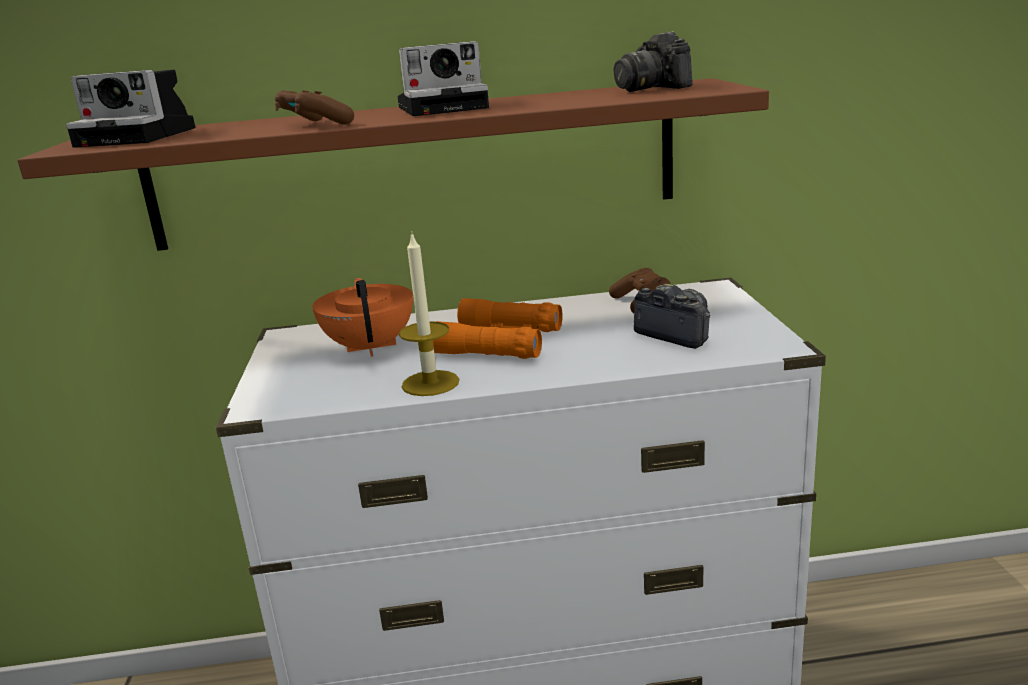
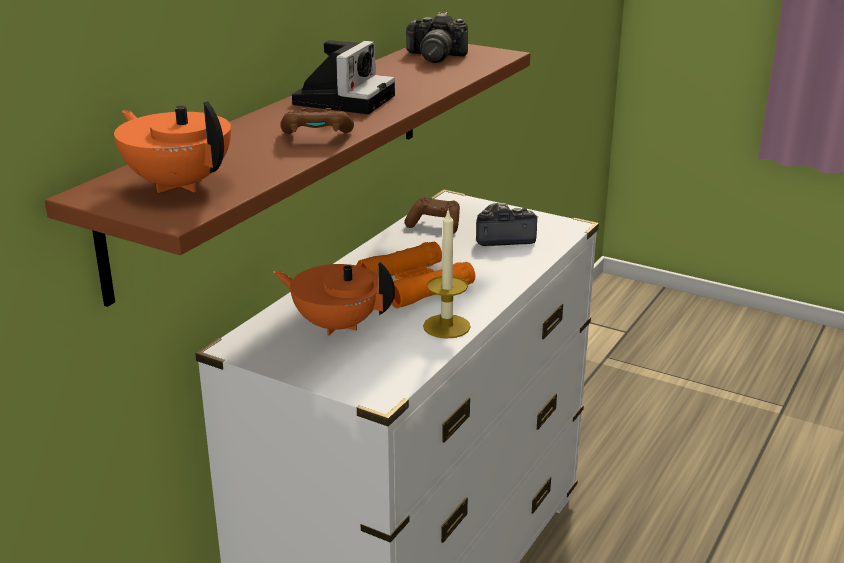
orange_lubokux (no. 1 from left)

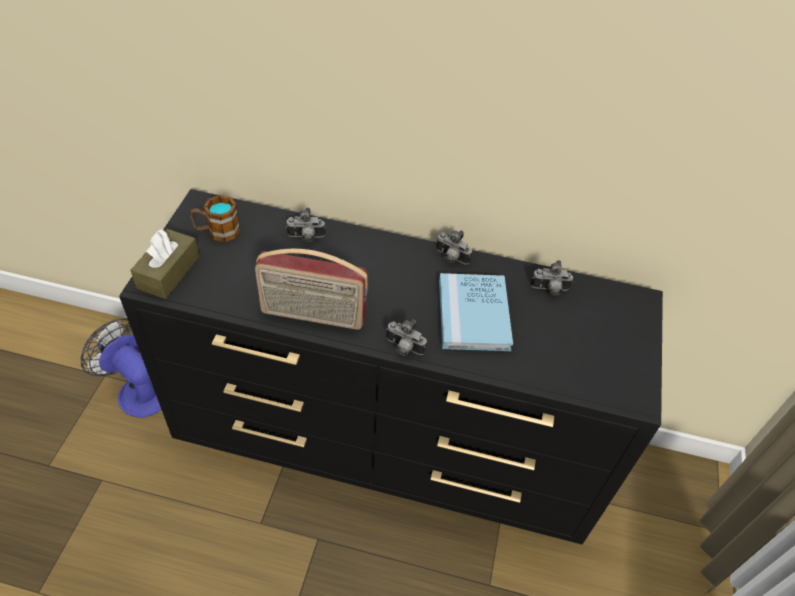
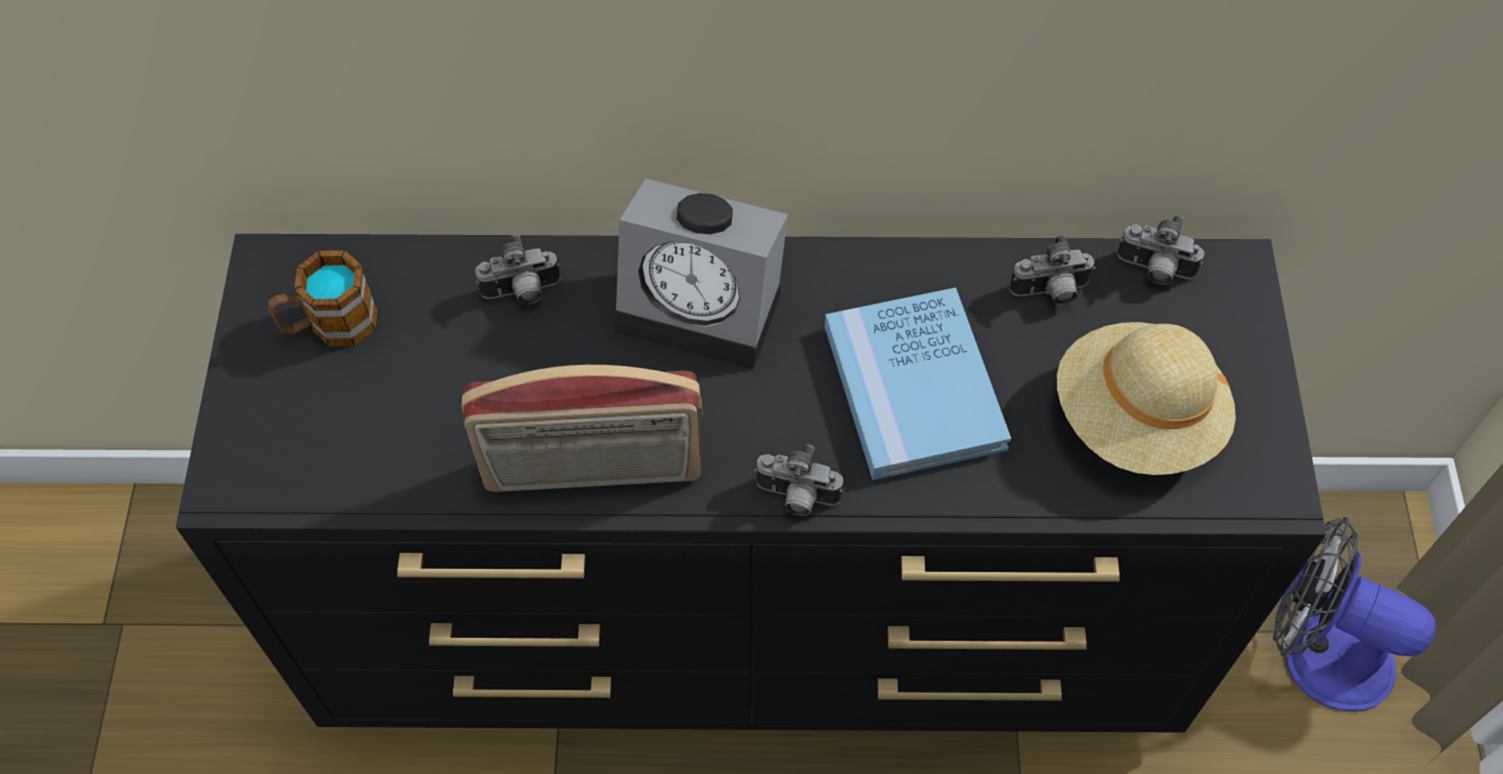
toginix
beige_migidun
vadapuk (no. 4 from left)
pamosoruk
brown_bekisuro

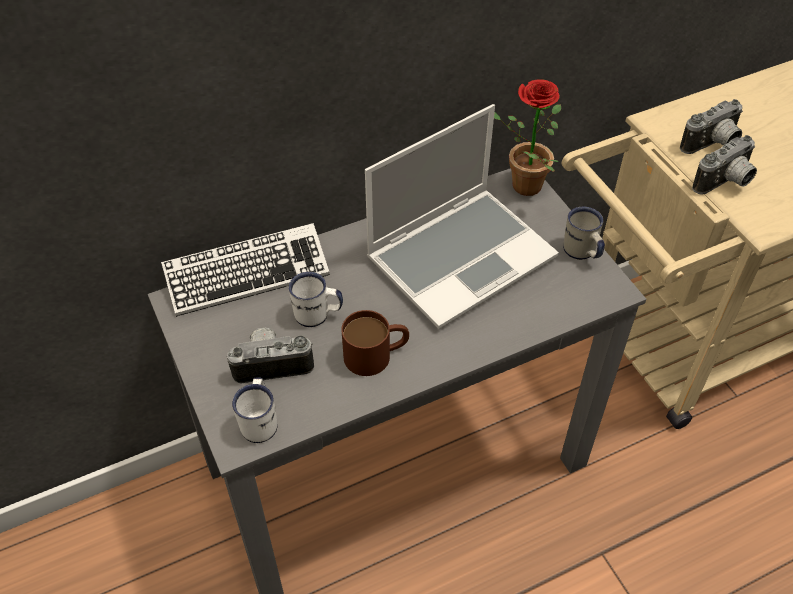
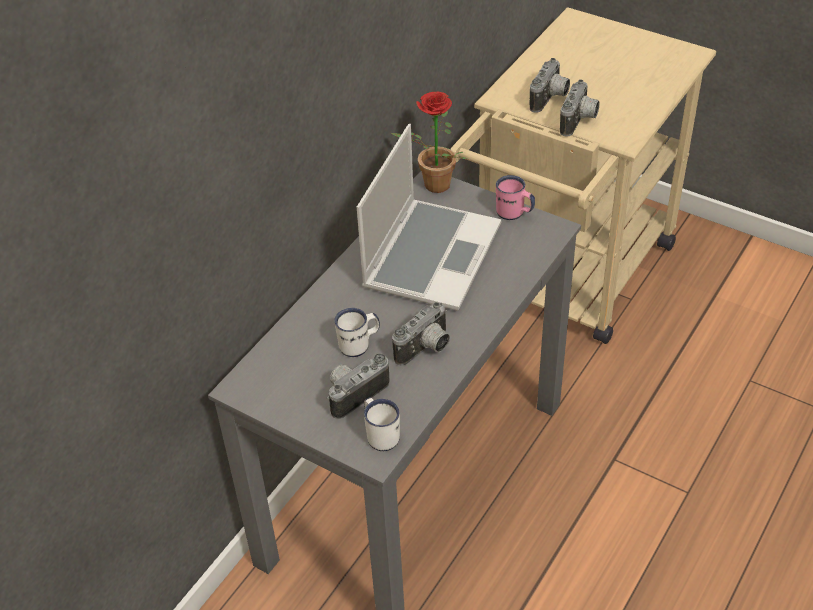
vadapuk (no. 2 from left)
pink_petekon
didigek

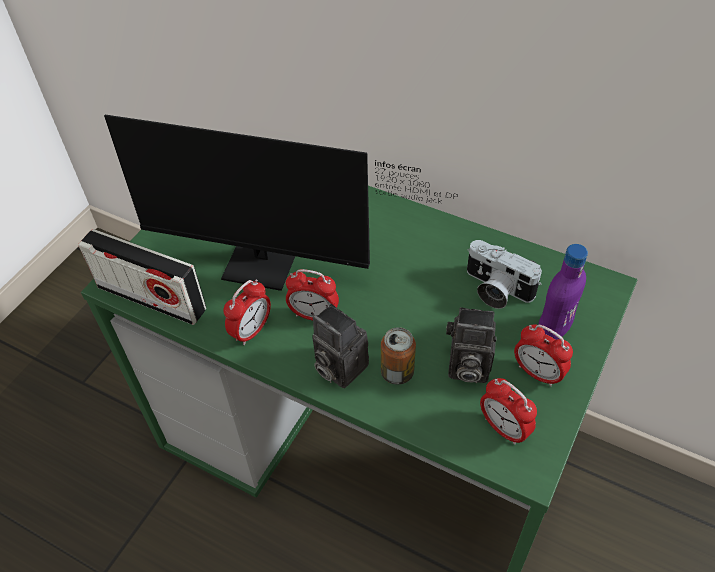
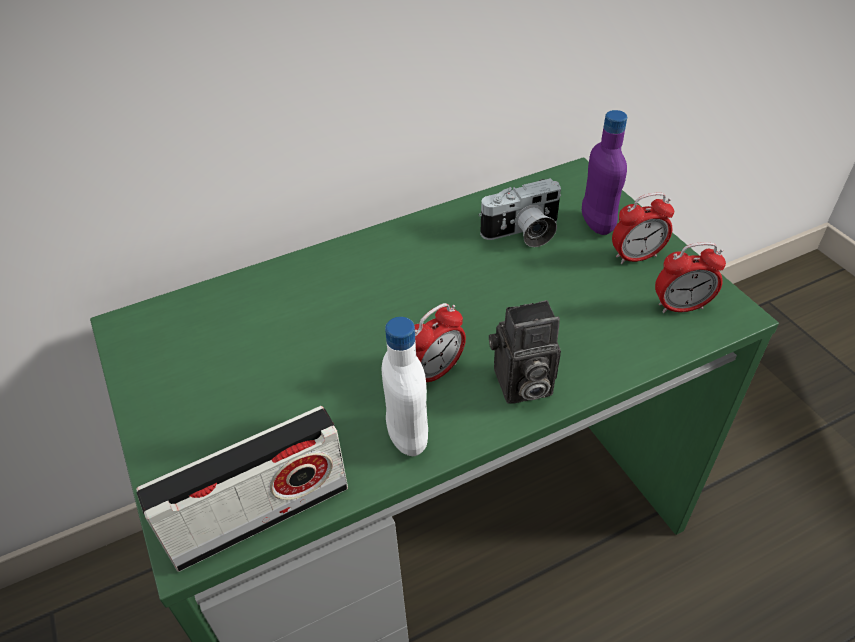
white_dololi
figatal
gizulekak
vadapuk (no. 2 from left in the first image)

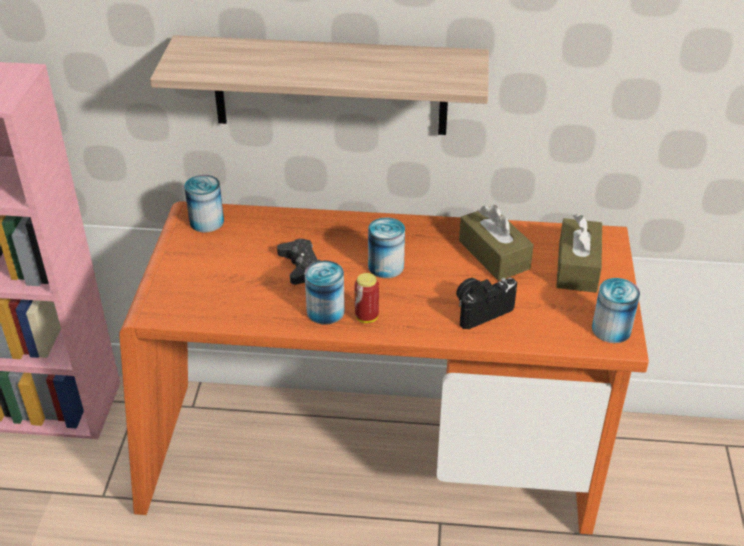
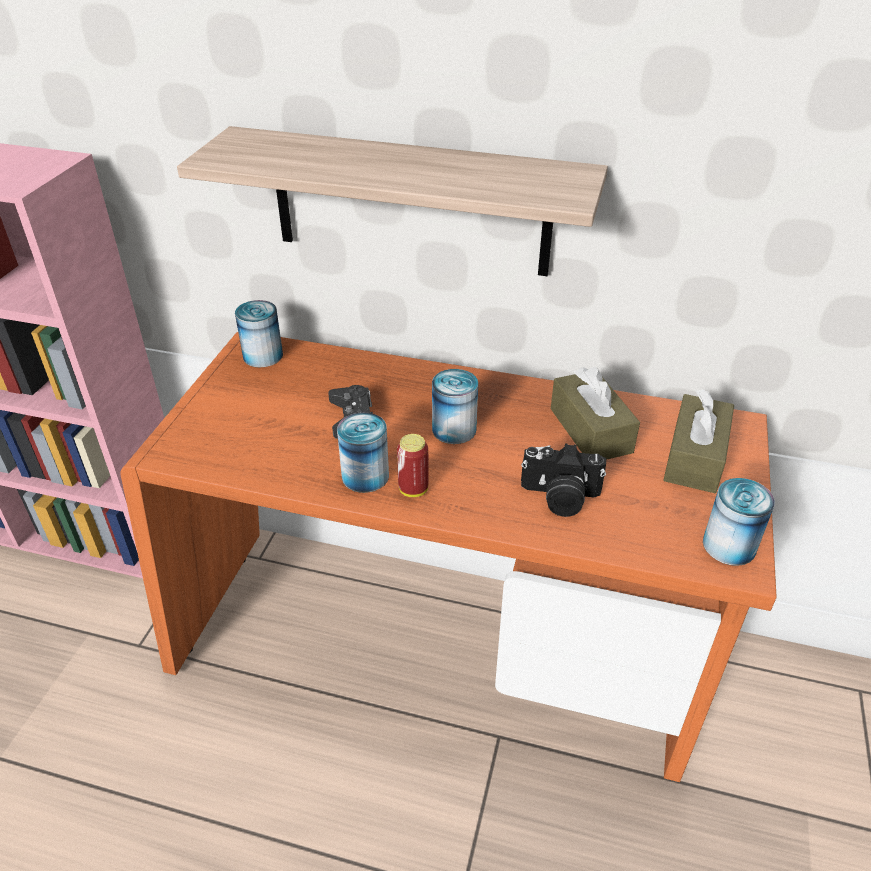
vadapuk

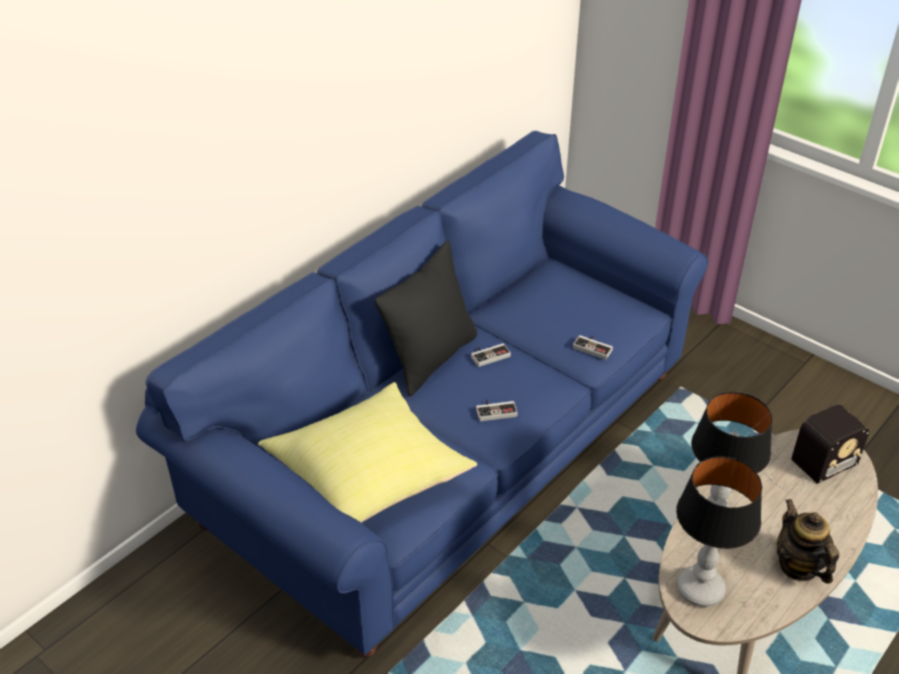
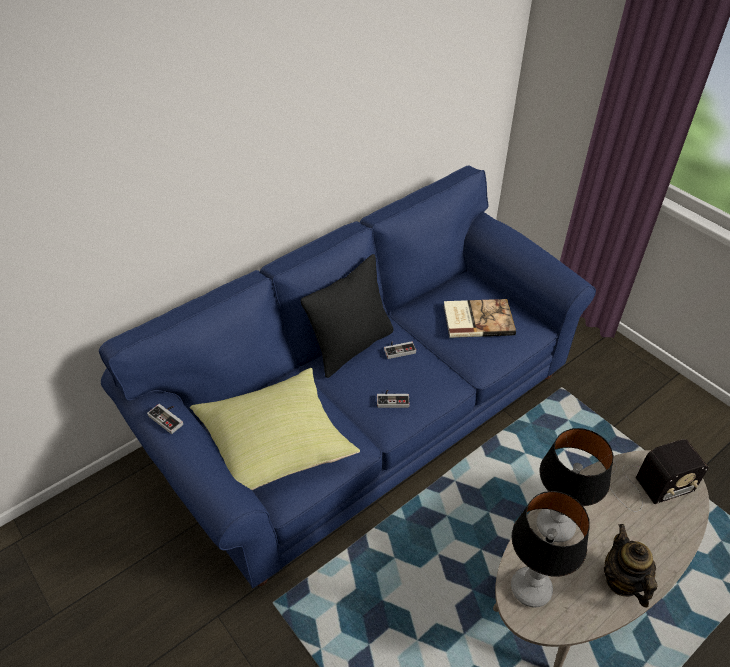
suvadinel (no. 1 from left)
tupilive

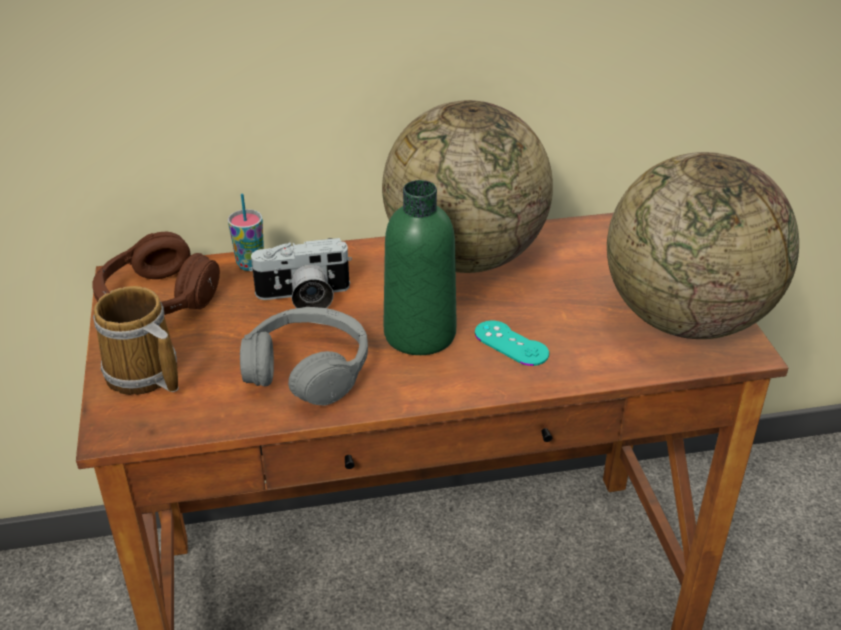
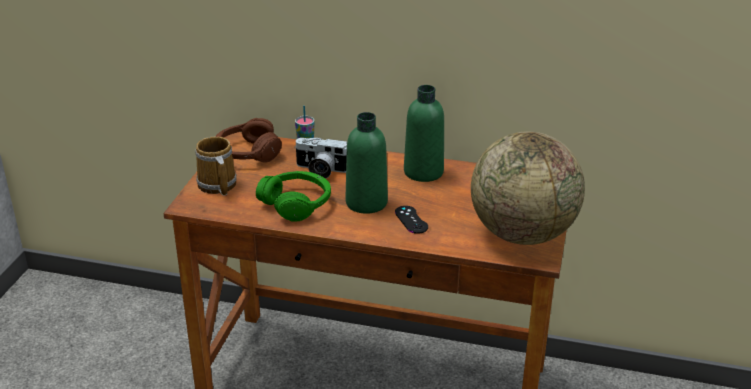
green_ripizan
black_suvadinel
green_dololi (no. 2 from left)

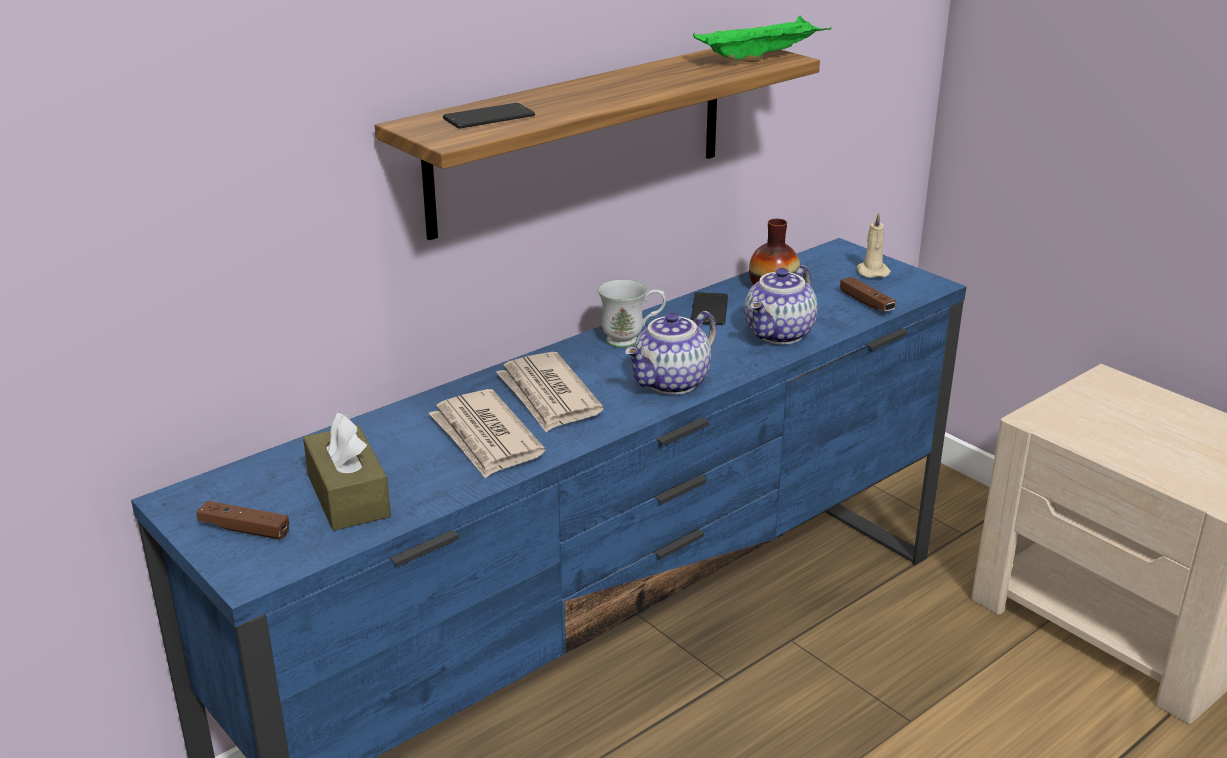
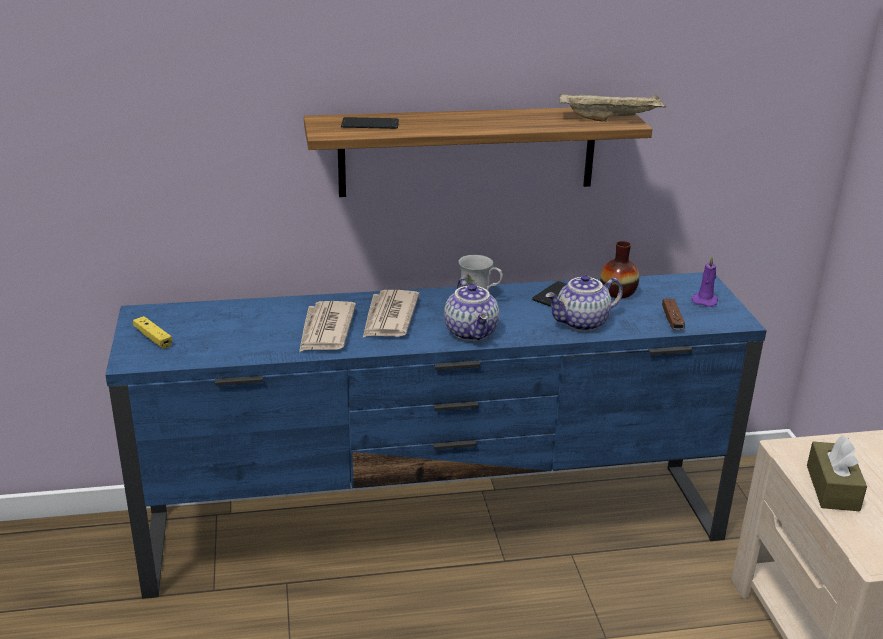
yellow_suvadinel
lubokux (no. 1 from left)
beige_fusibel
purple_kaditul
brown_bekisuro

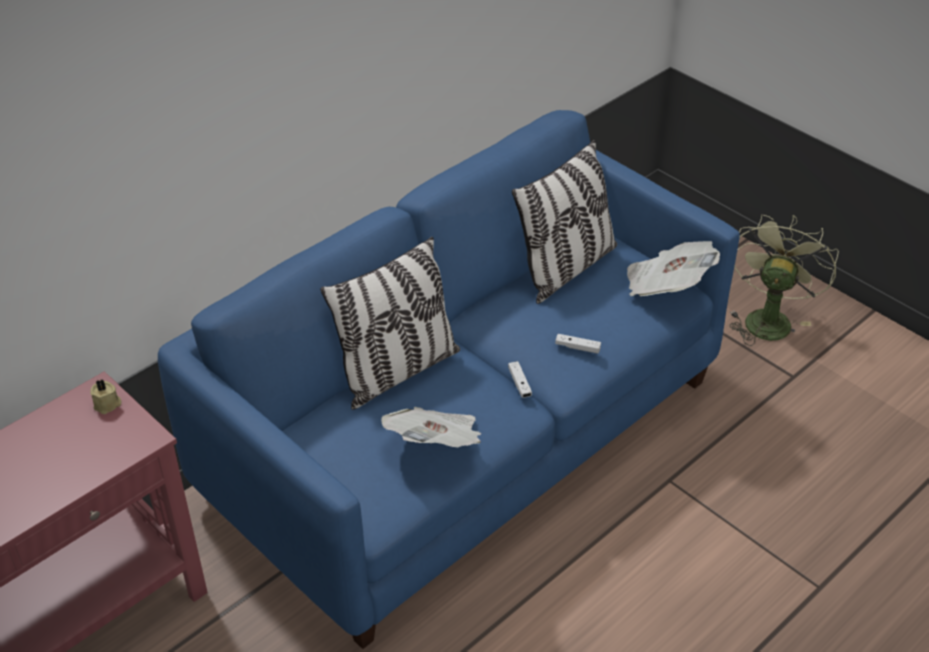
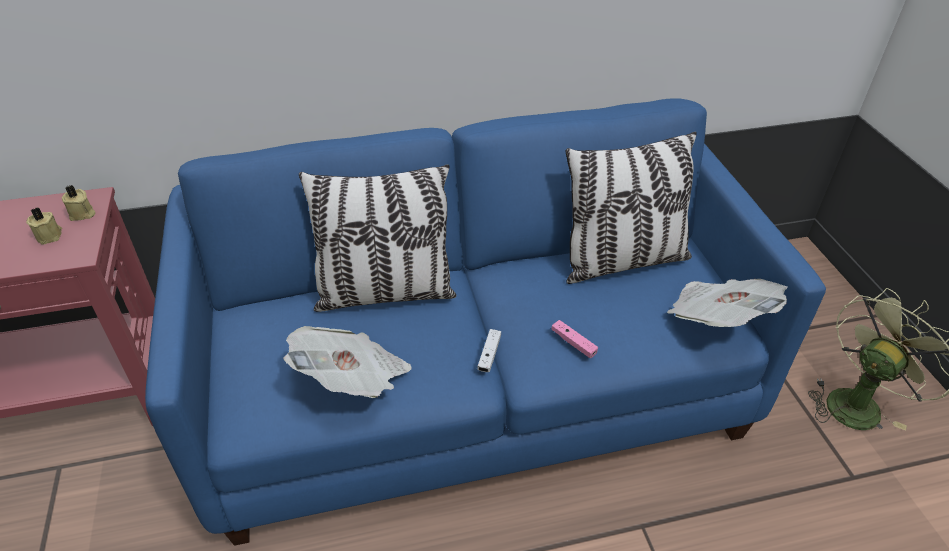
beige_kaditul (no. 1 from left)
pink_suvadinel

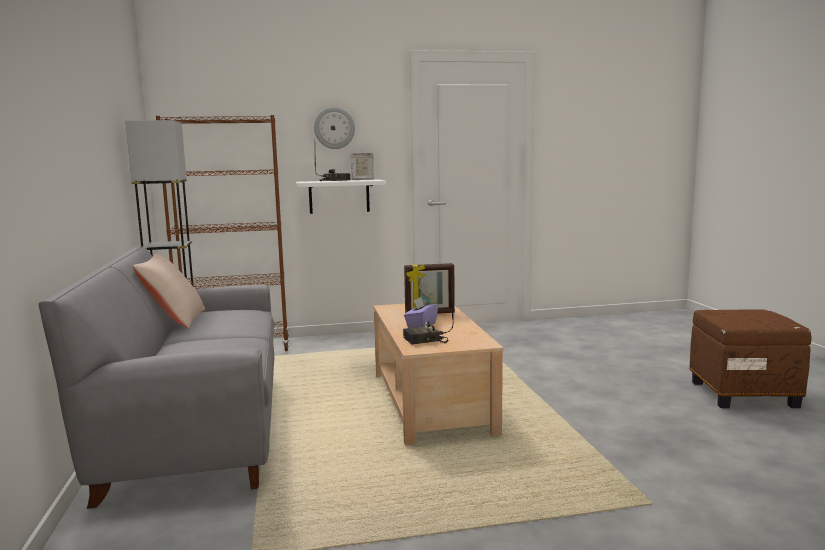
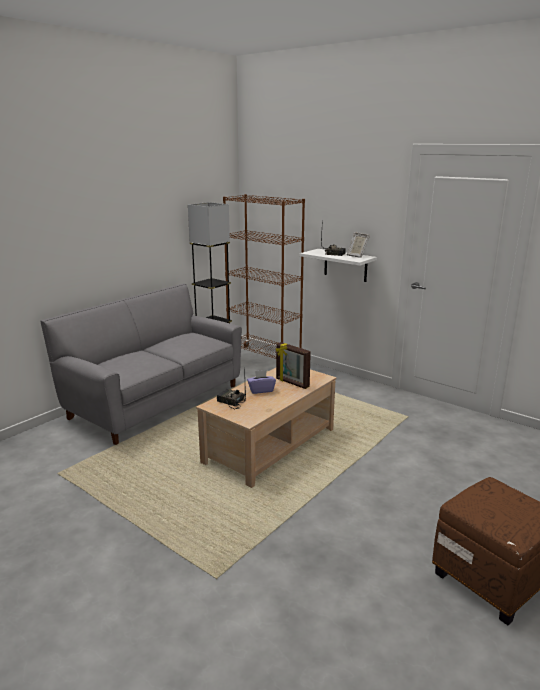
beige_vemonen
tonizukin

